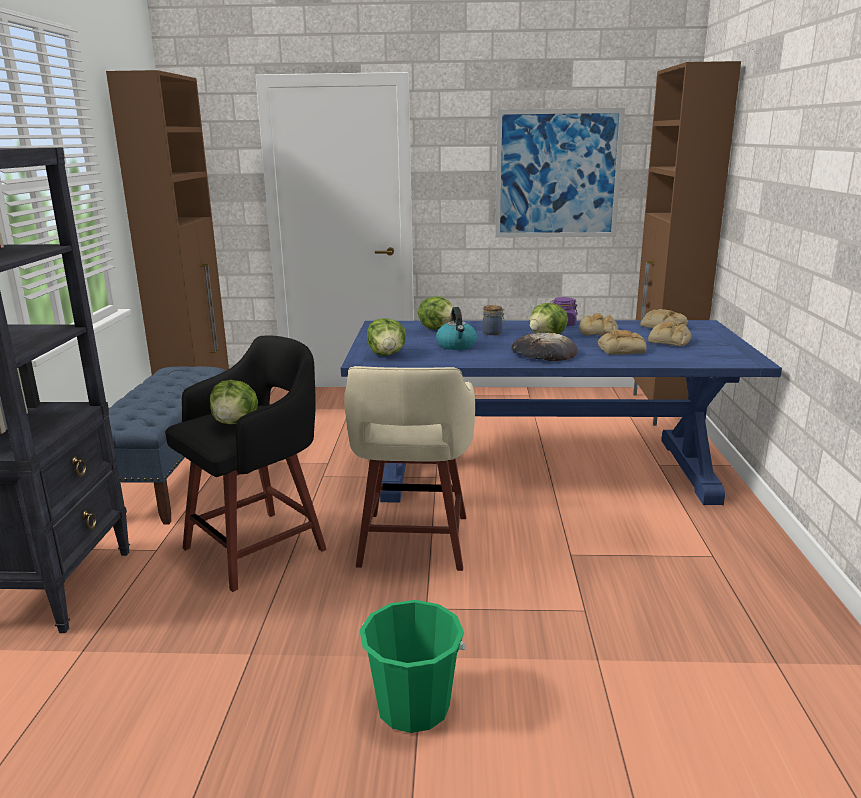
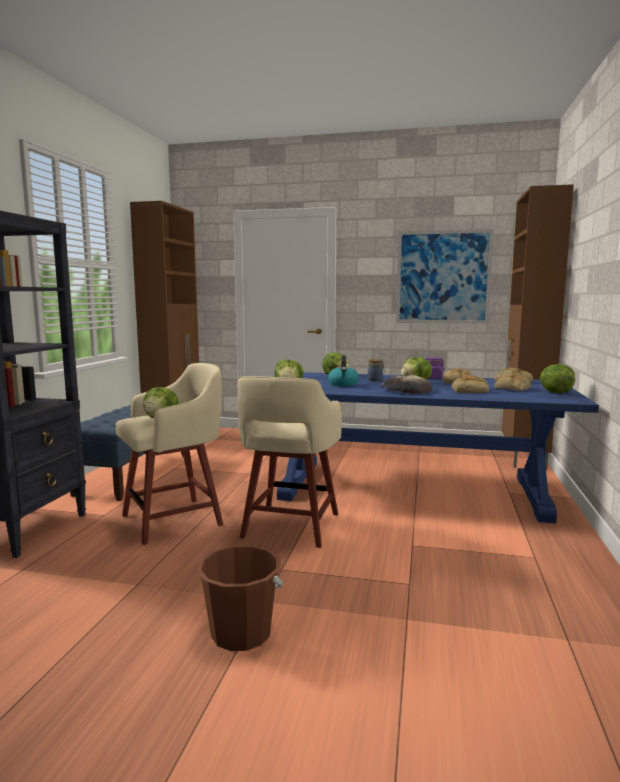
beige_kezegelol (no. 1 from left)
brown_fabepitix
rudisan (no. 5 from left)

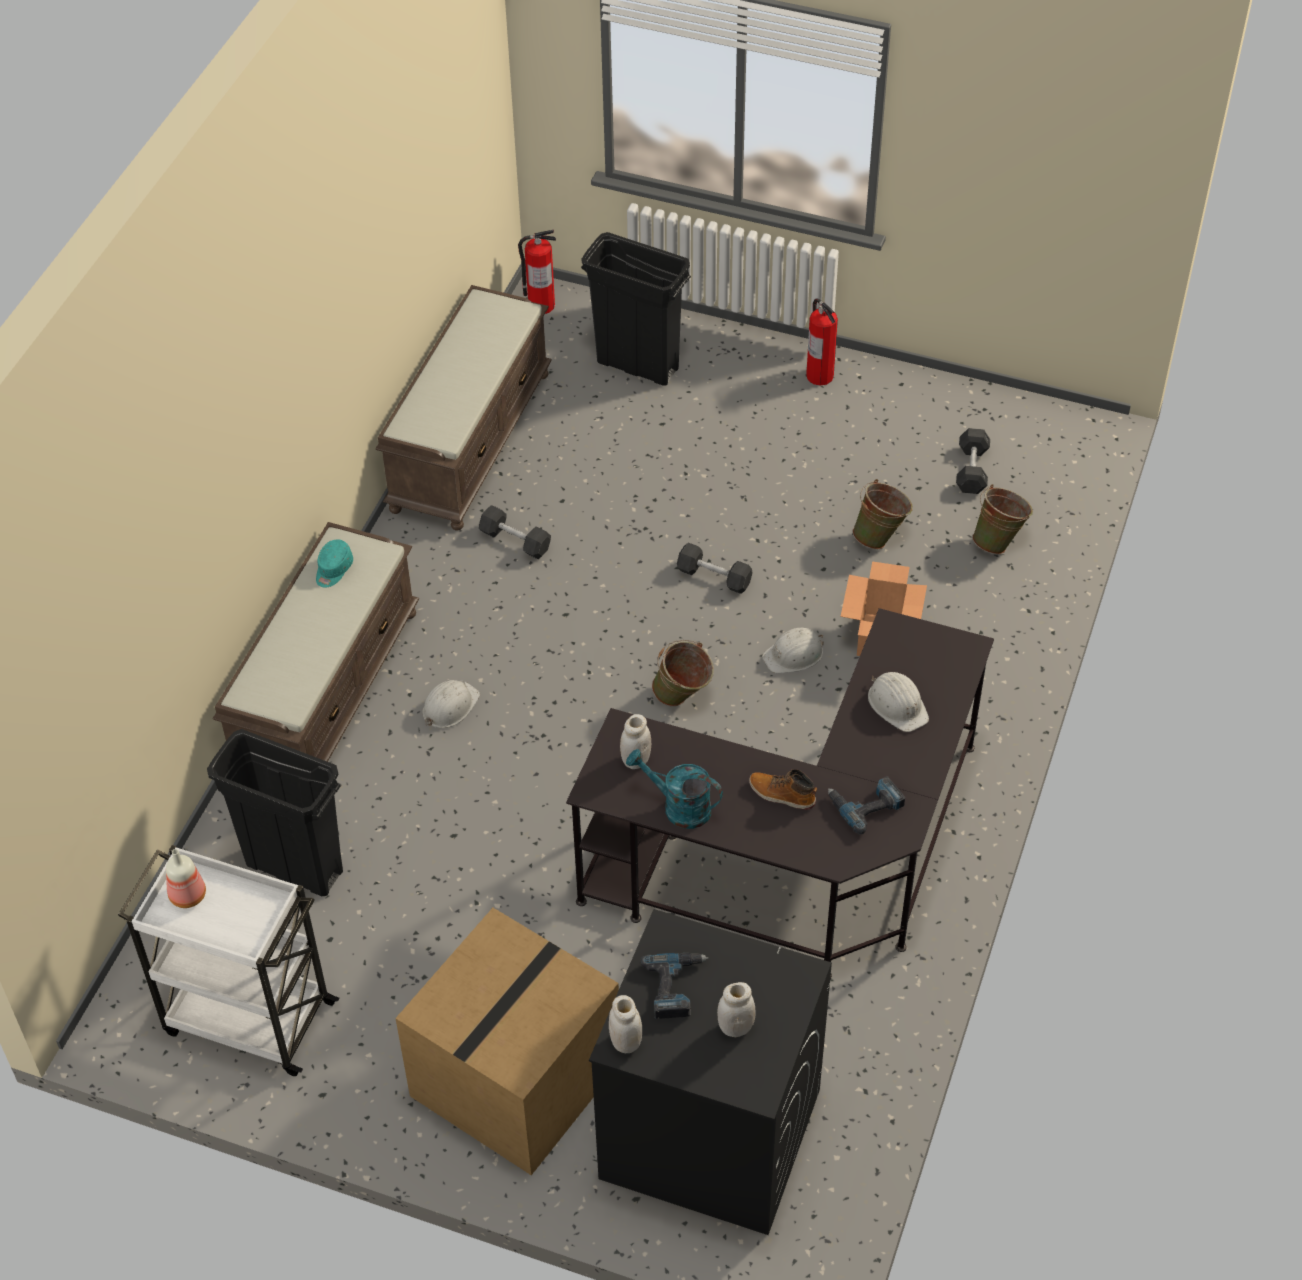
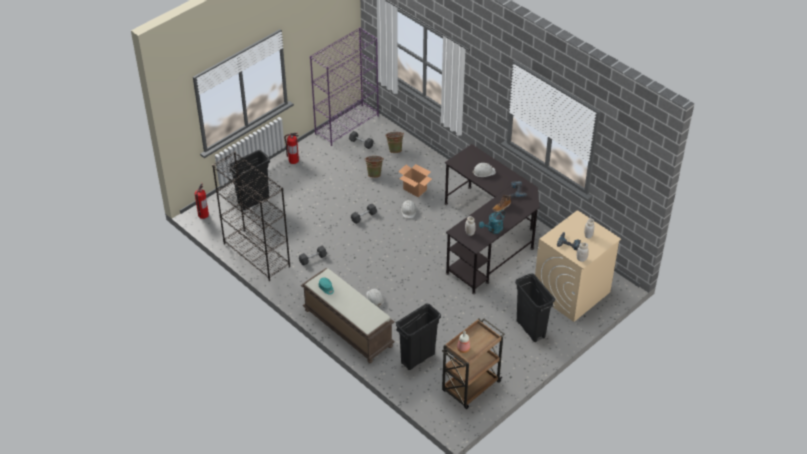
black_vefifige
purple_vefifige
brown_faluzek
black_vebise (no. 3 from left)
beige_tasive
green_fabepitix (no. 1 from left in the first image)

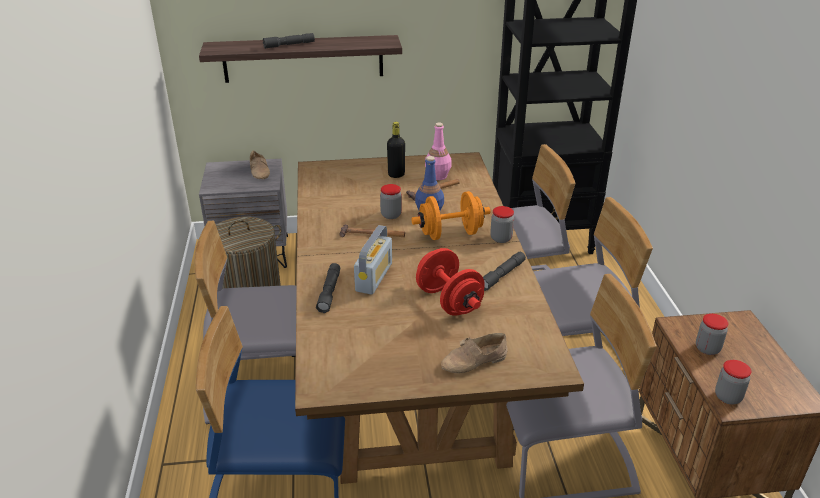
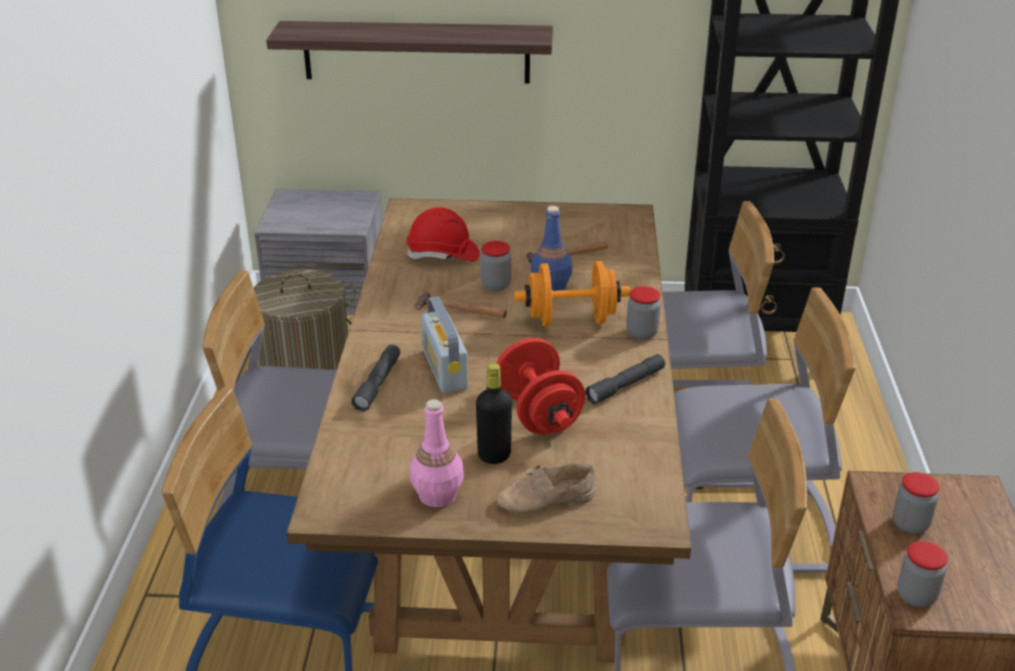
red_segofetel
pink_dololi
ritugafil
black_dololi
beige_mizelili (no. 1 from left in the first image)
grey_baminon (no. 1 from left in the first image)

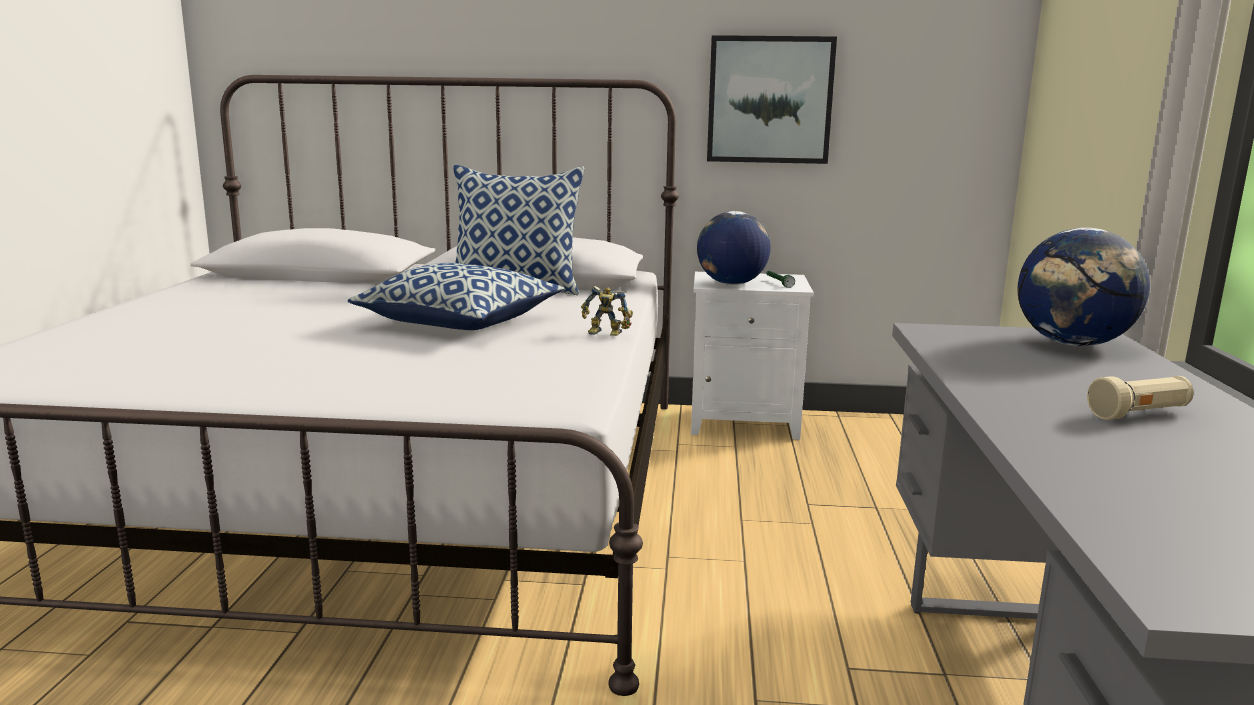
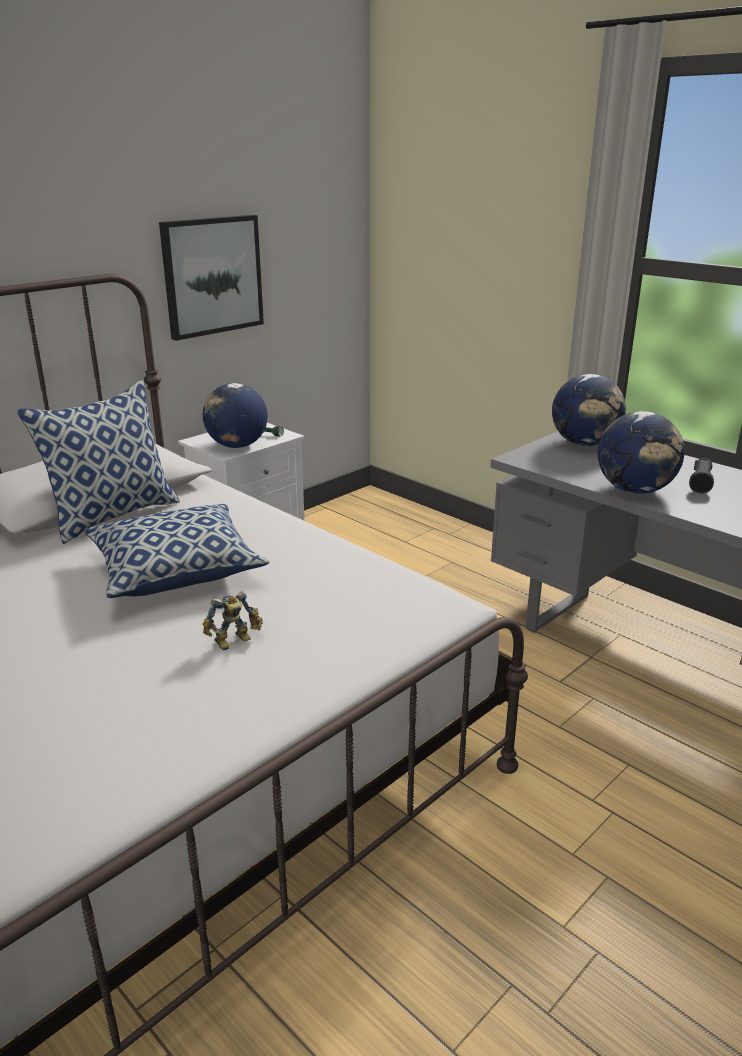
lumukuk
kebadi (no. 3 from left)
black_baminon

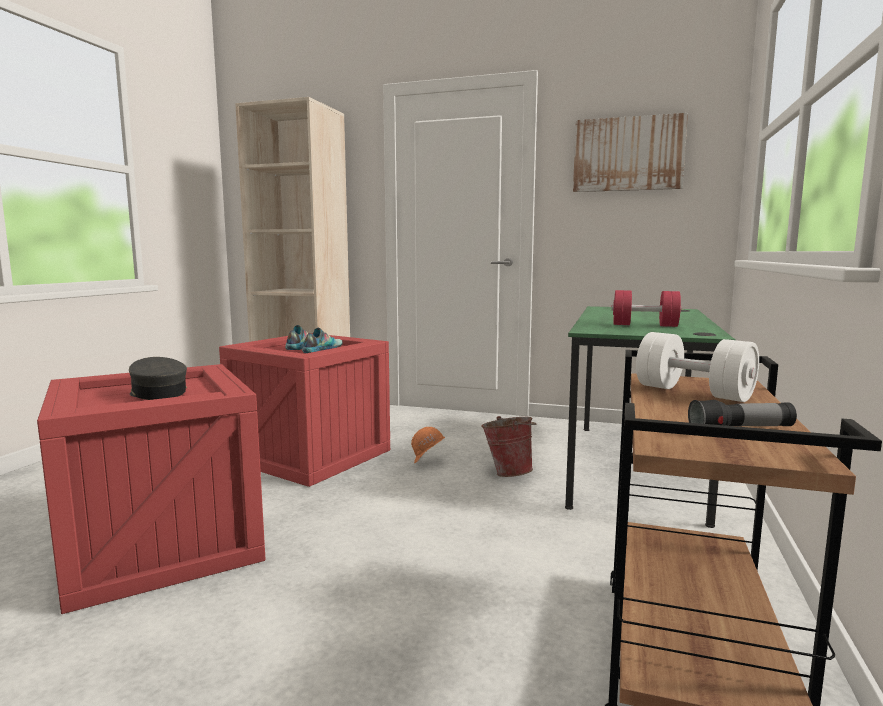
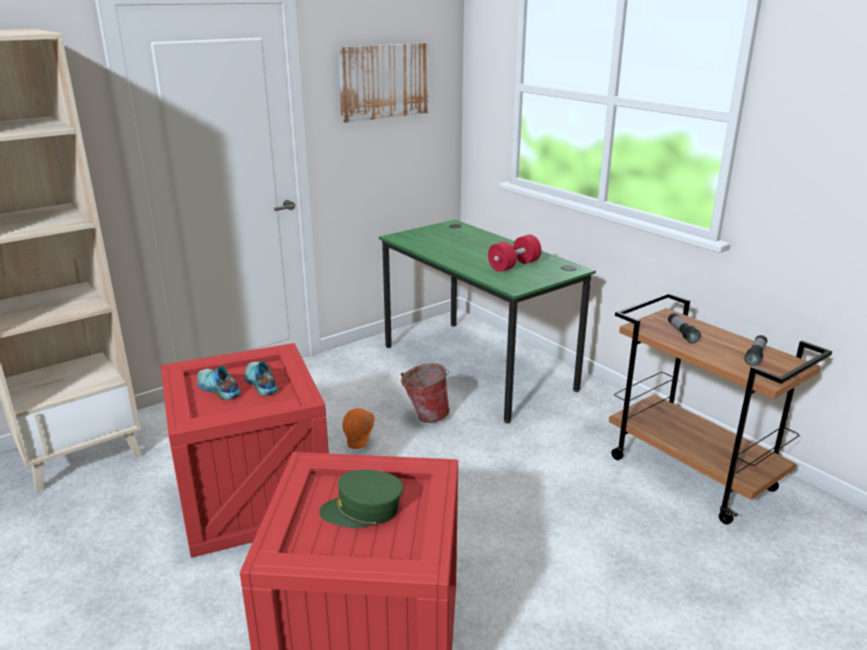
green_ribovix
baminon (no. 1 from left)

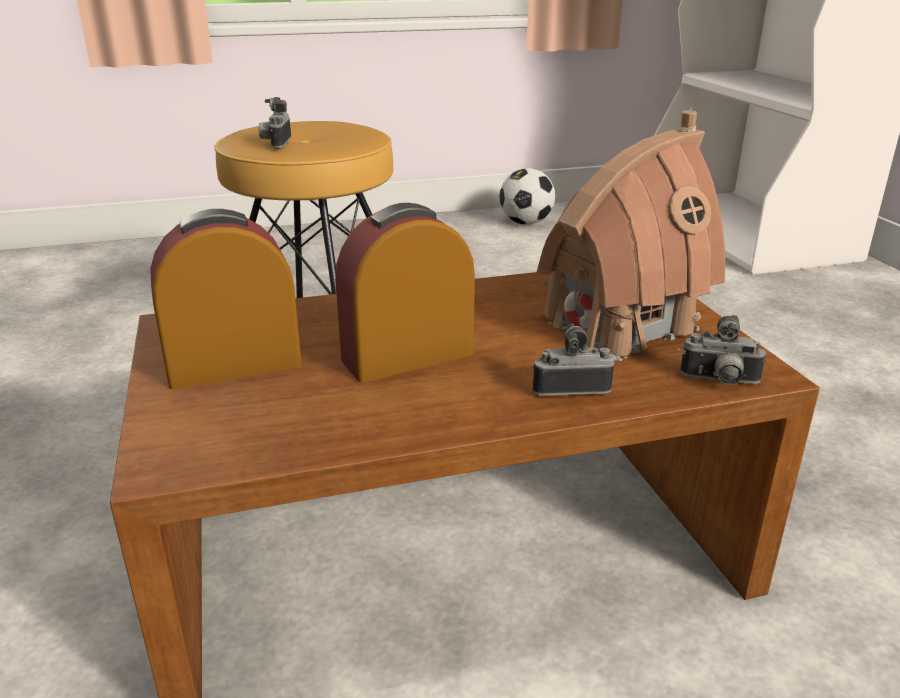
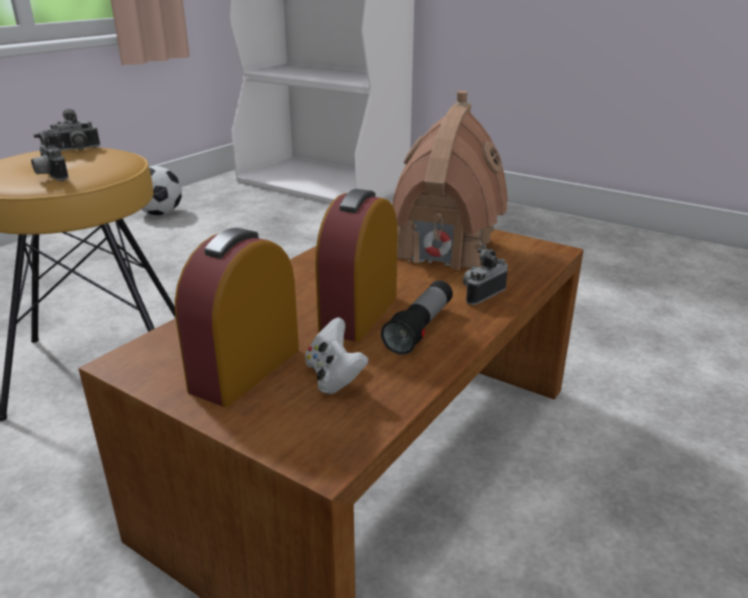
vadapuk (no. 2 from left)
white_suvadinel
baminon

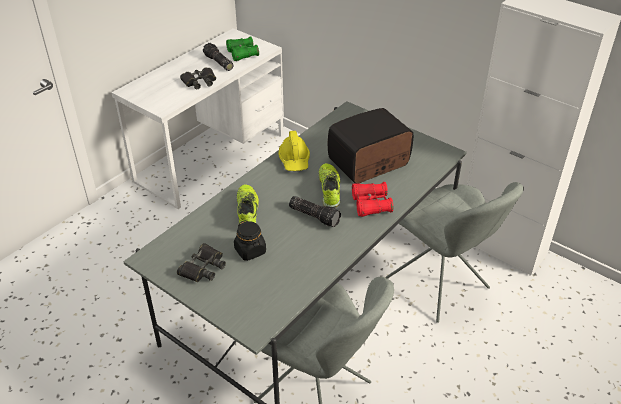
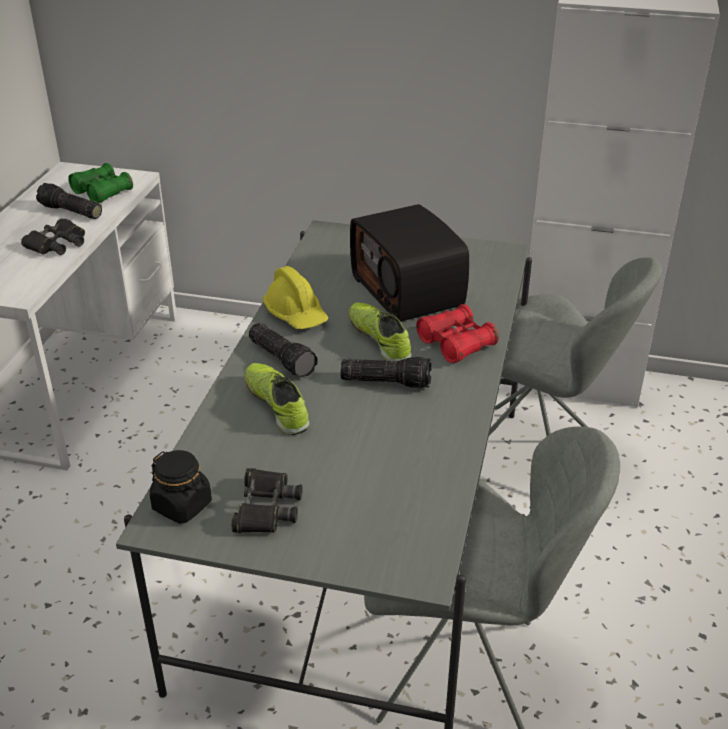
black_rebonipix
baminon (no. 2 from left)
ritugafil

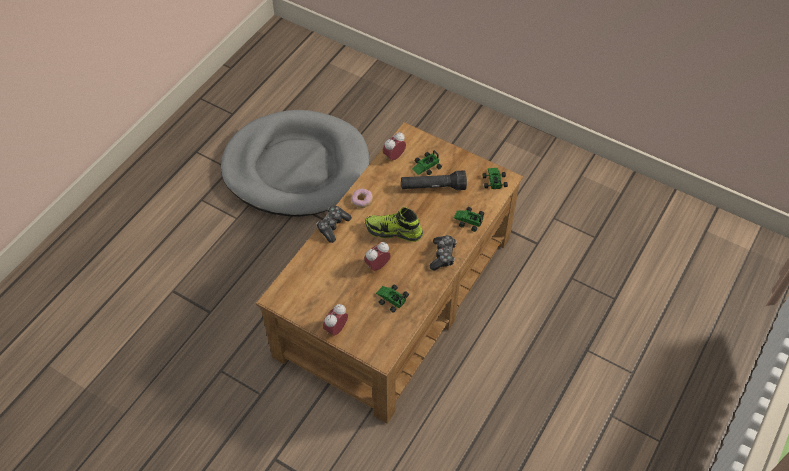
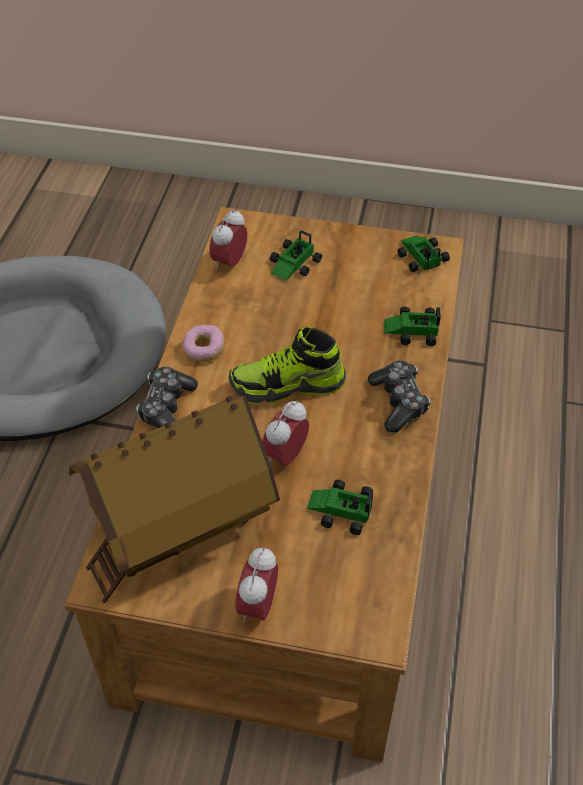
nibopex
black_baminon

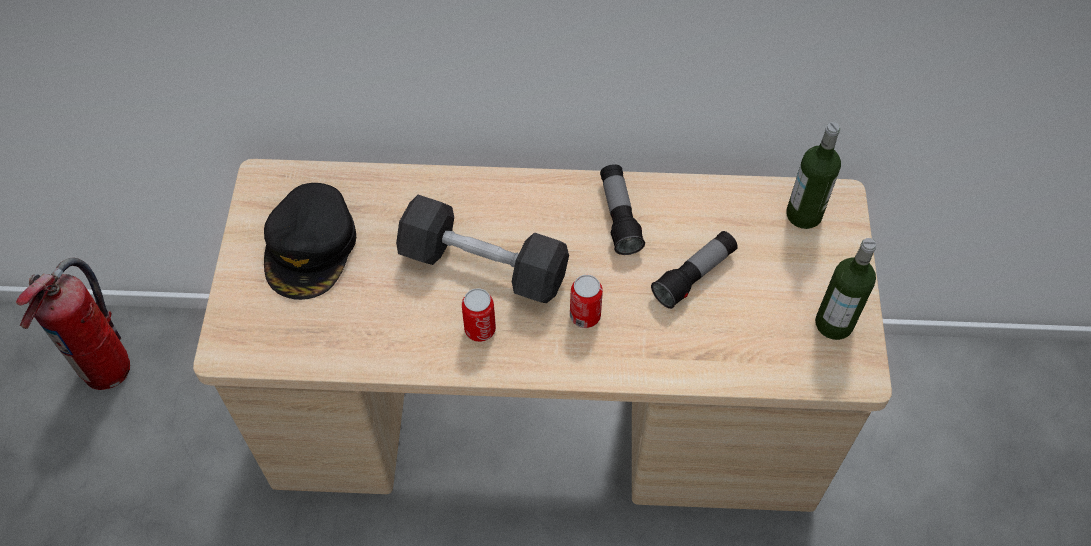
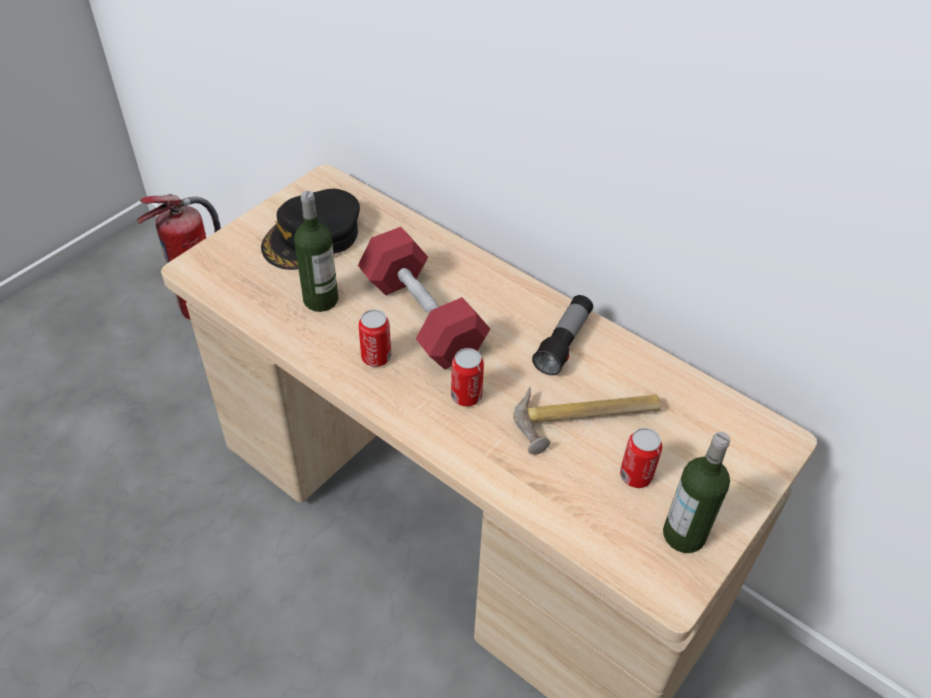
dololi (no. 1 from left)
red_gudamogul
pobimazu
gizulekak (no. 3 from left)

